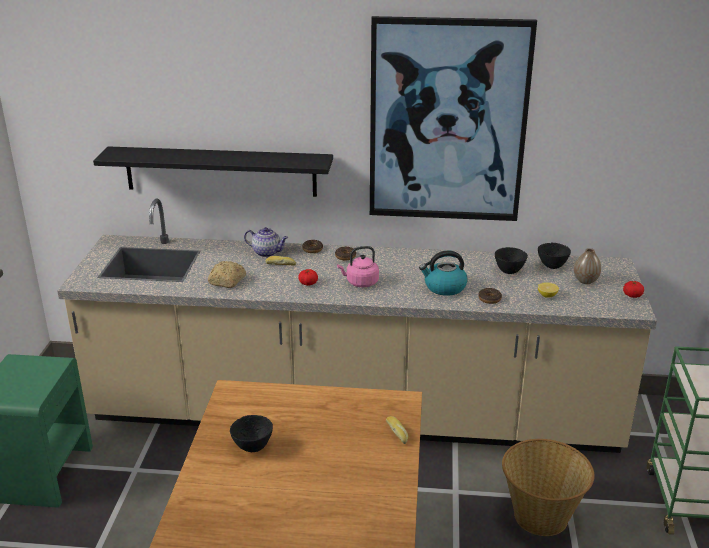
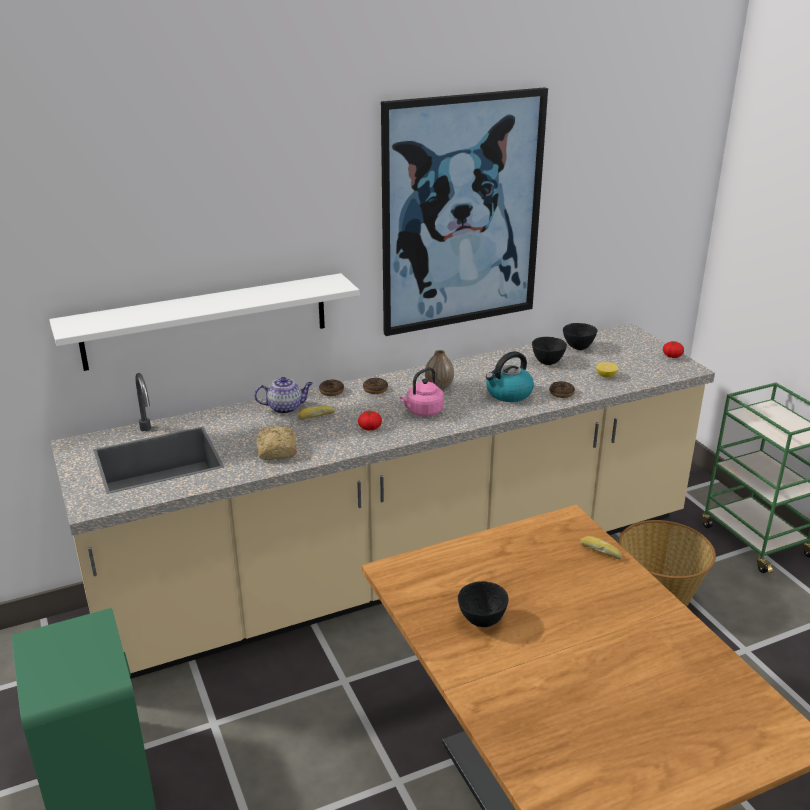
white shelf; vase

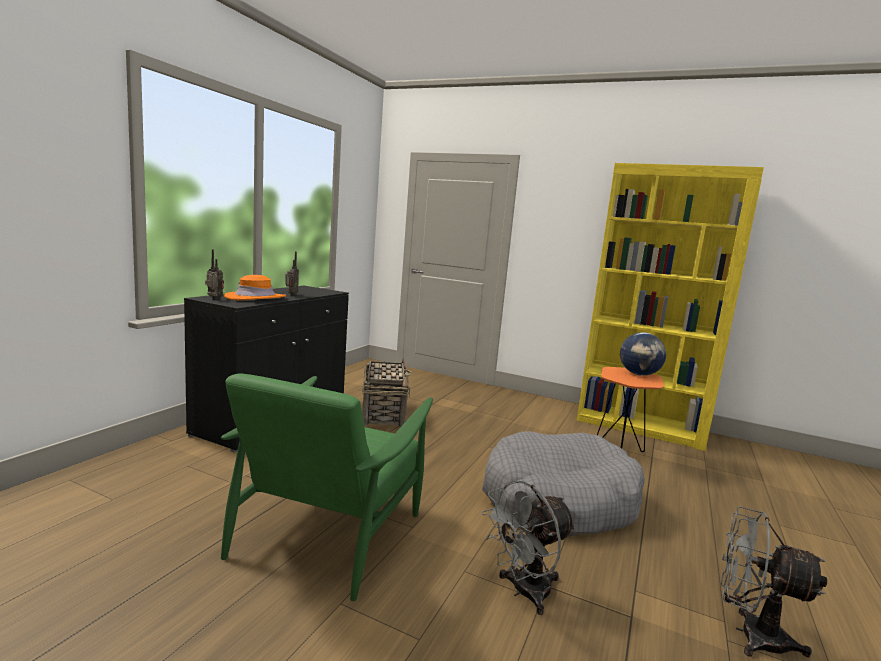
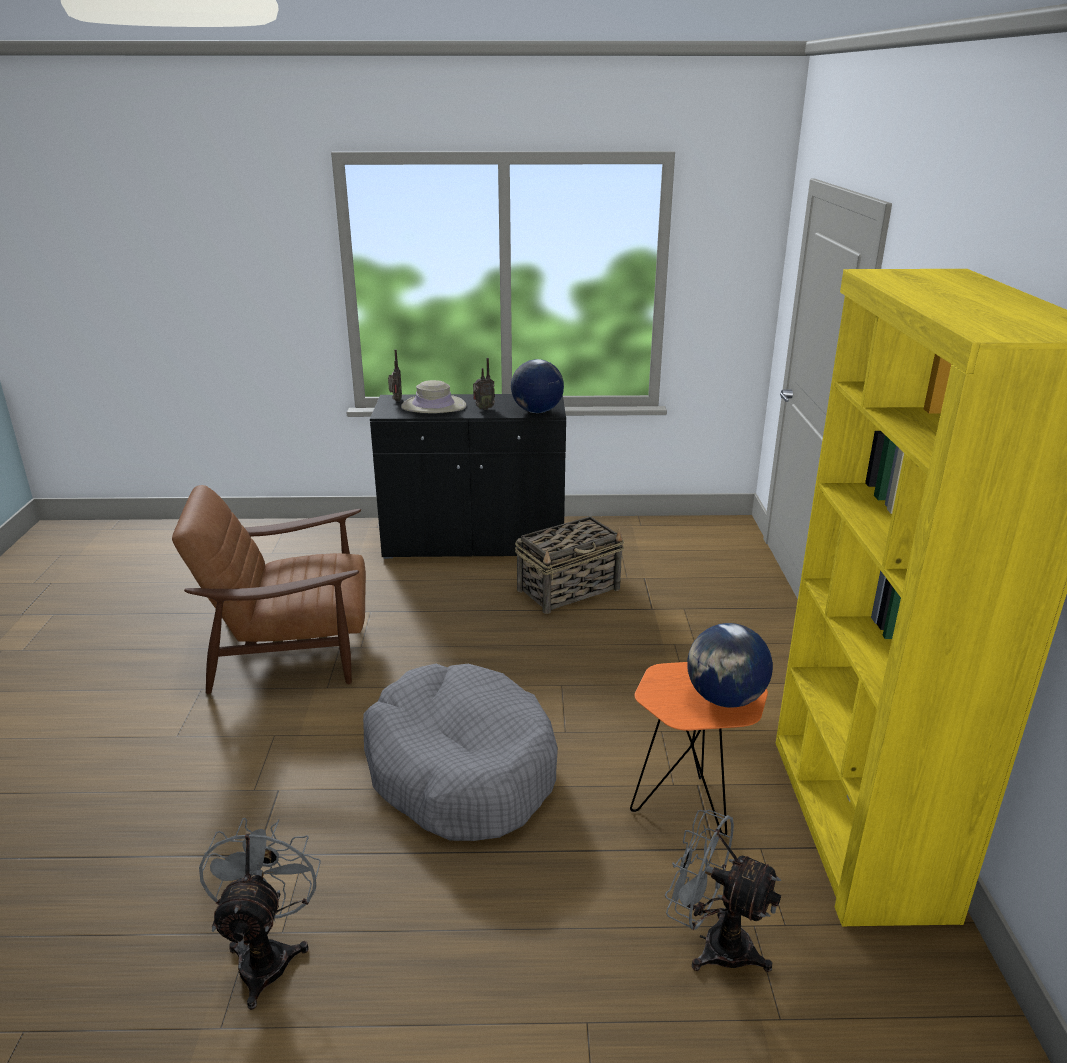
beige hat; brown armchair; grey fan (no. 2 from left); globe (no. 1 from left)

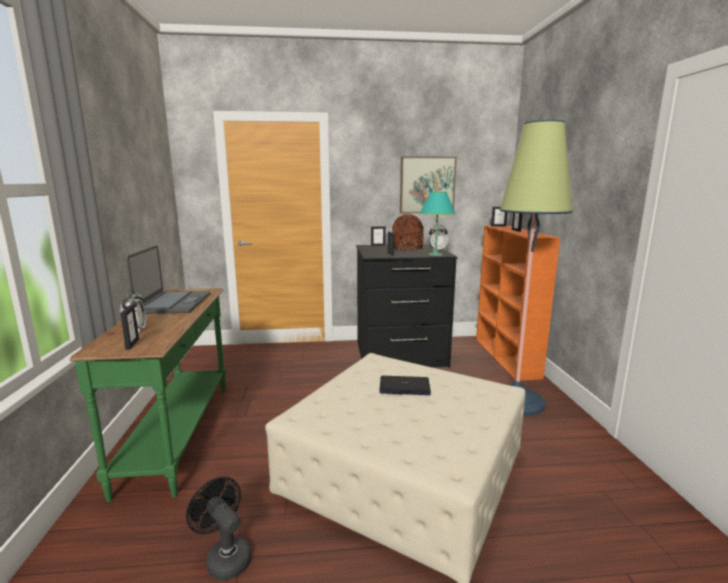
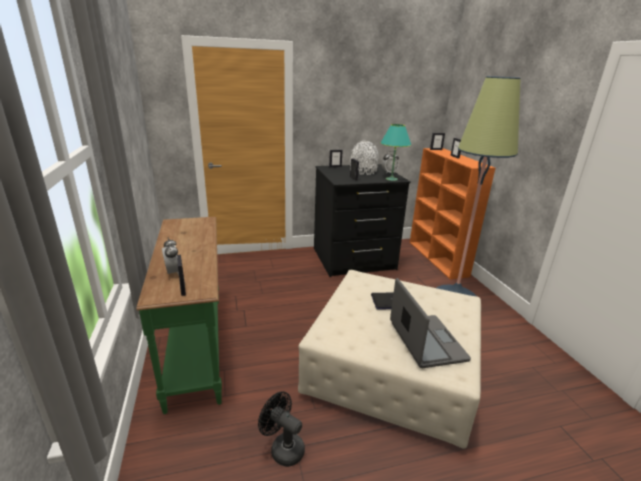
picture; white vase; laptop (no. 2 from left)

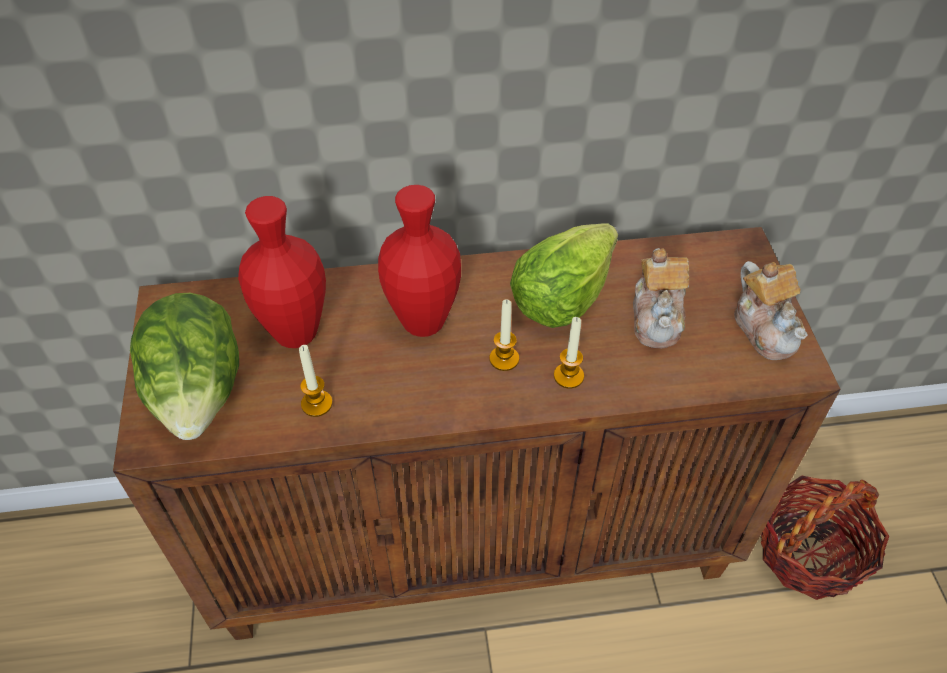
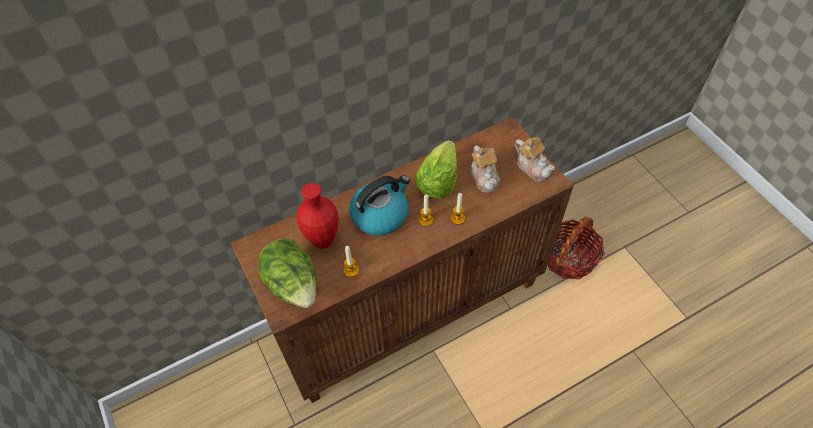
kettle

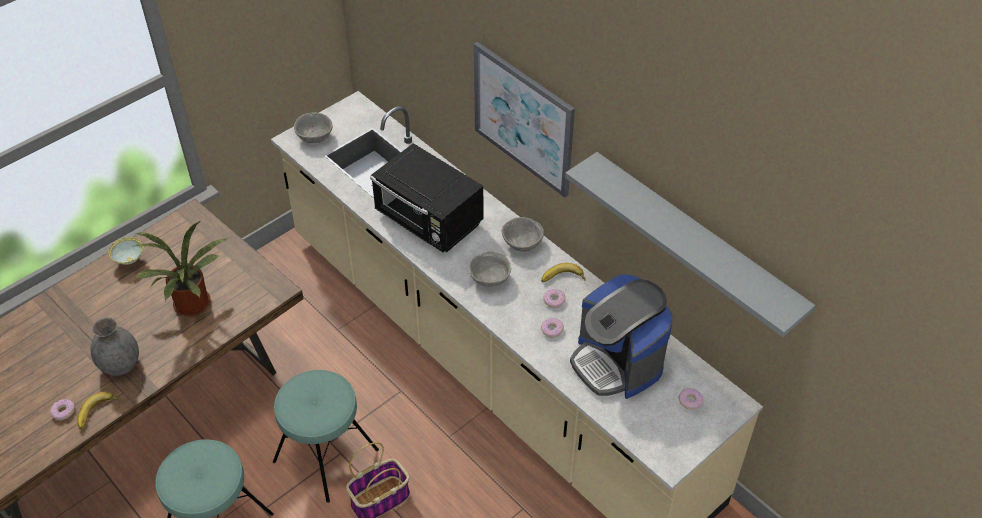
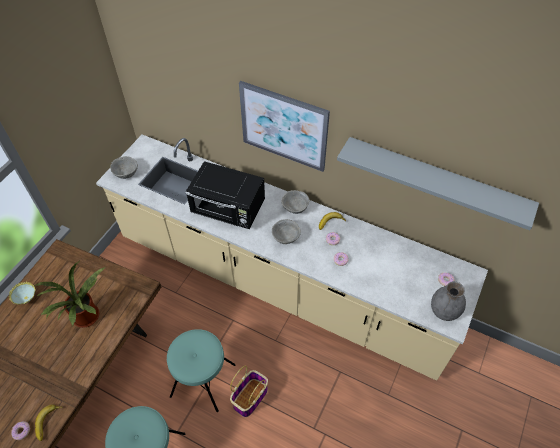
coffee machine; grey vase

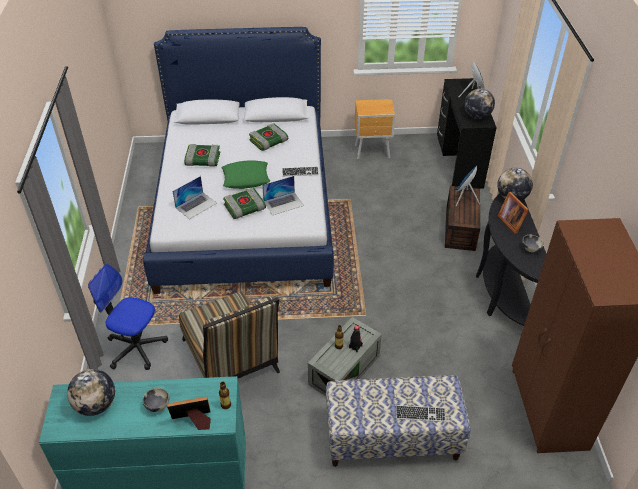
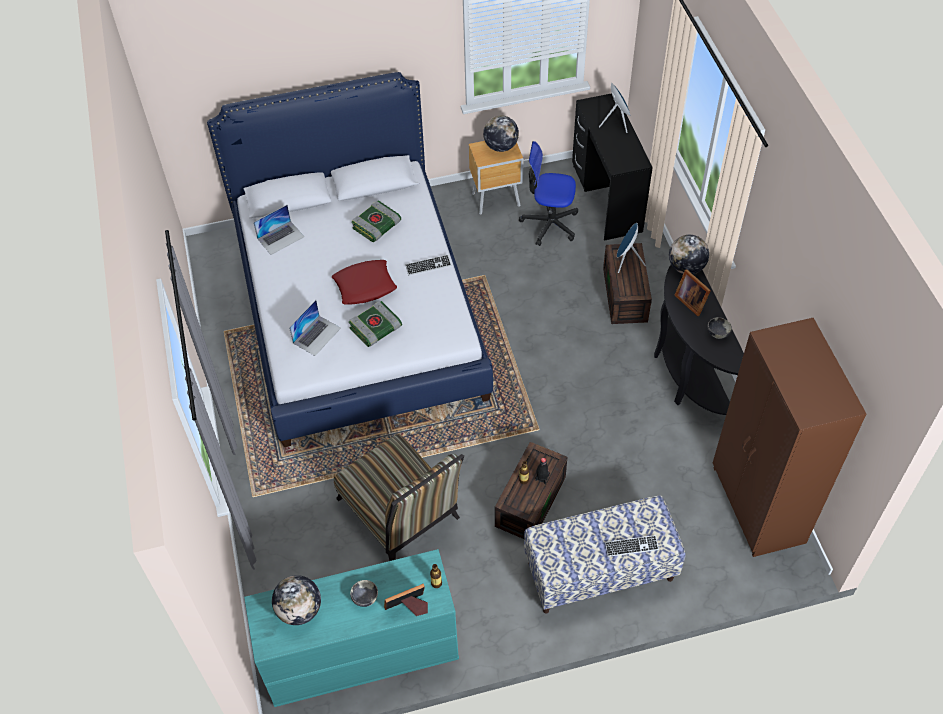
globe (no. 2 from left); book (no. 1 from left in the first image); red pillow; laptop (no. 1 from left); office chair; brown storage box (no. 1 from left)

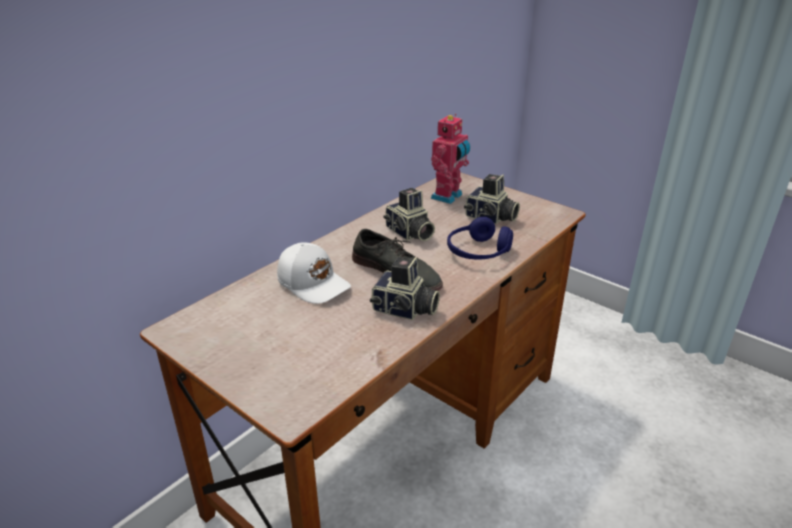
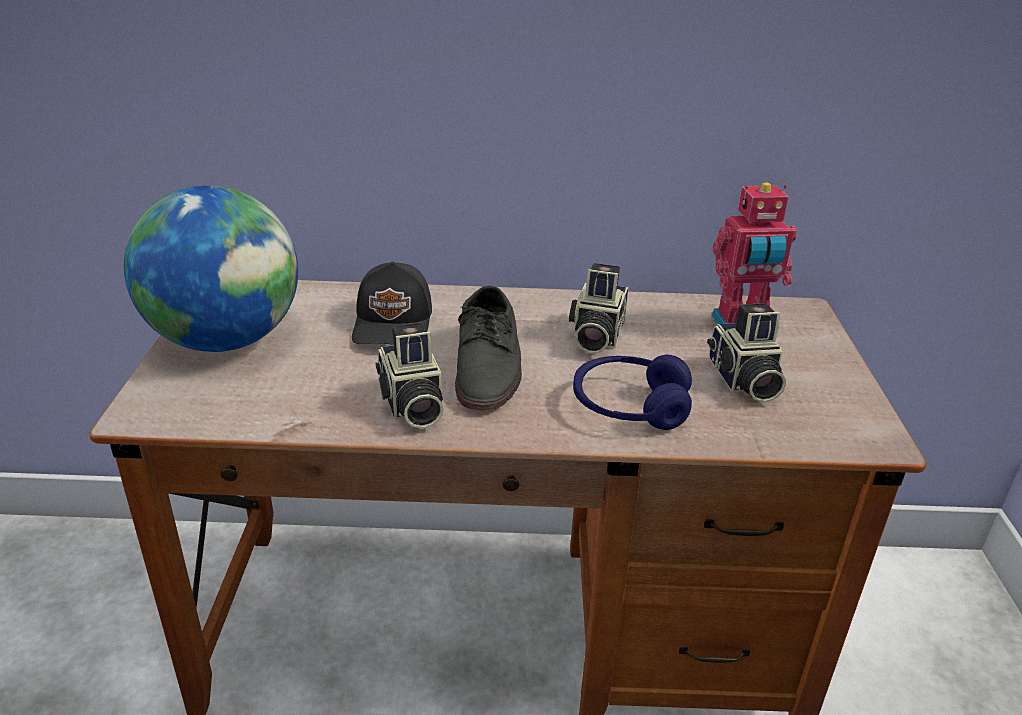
black cap; globe

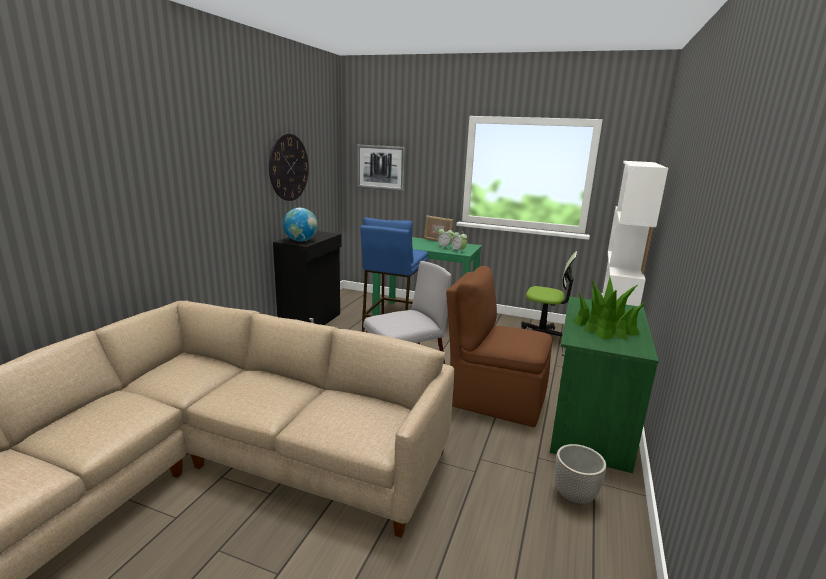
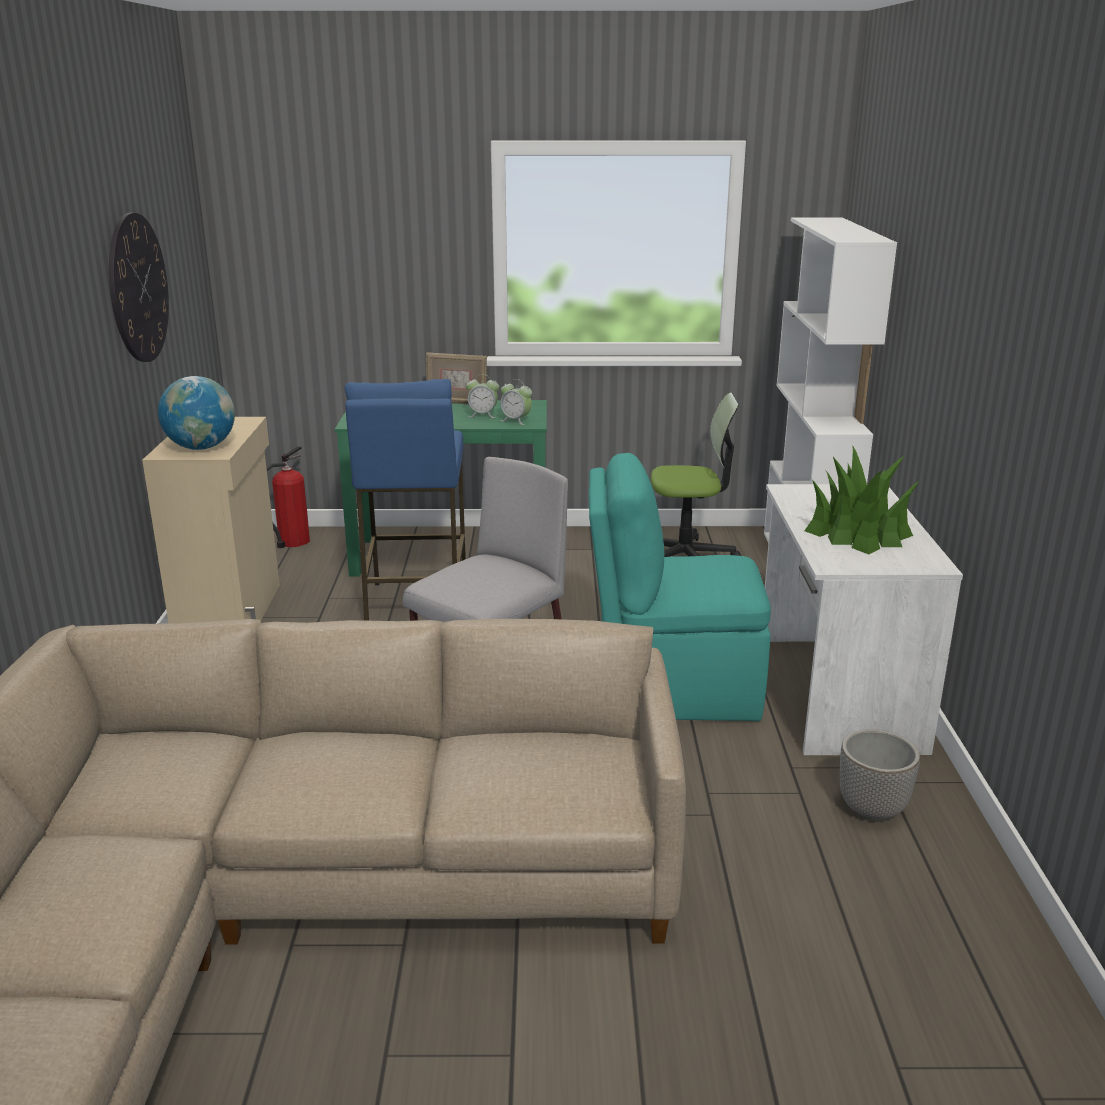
picture; beige cabinet; turquoise chair; white desk; fire extinguisher

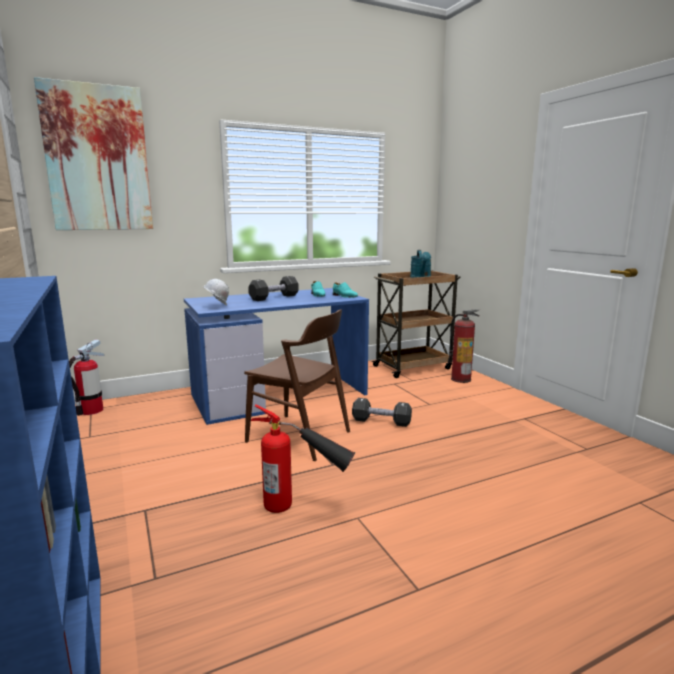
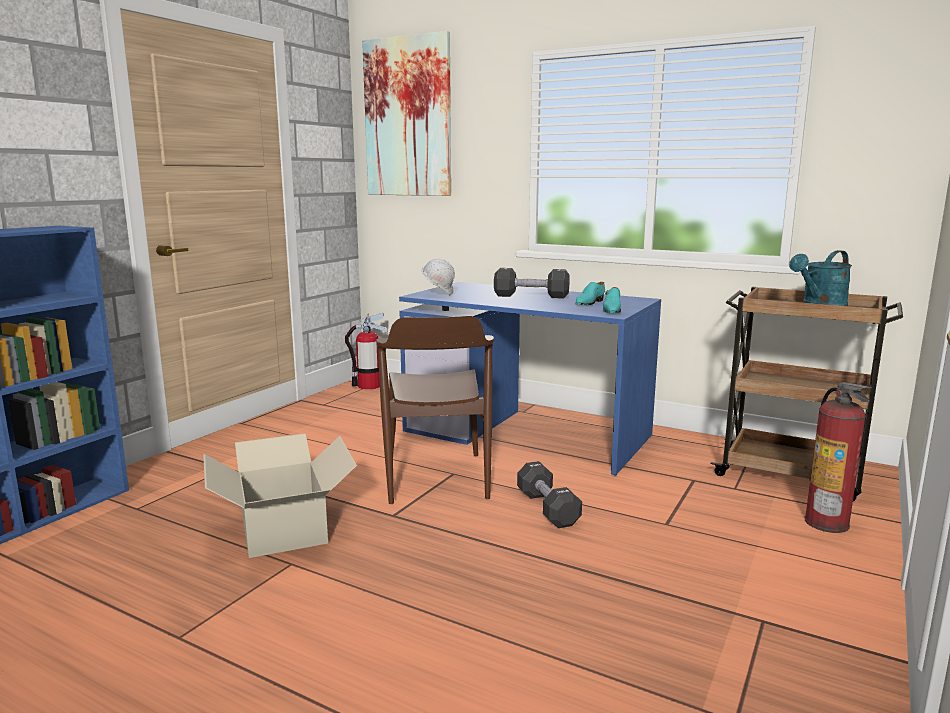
cardboard box

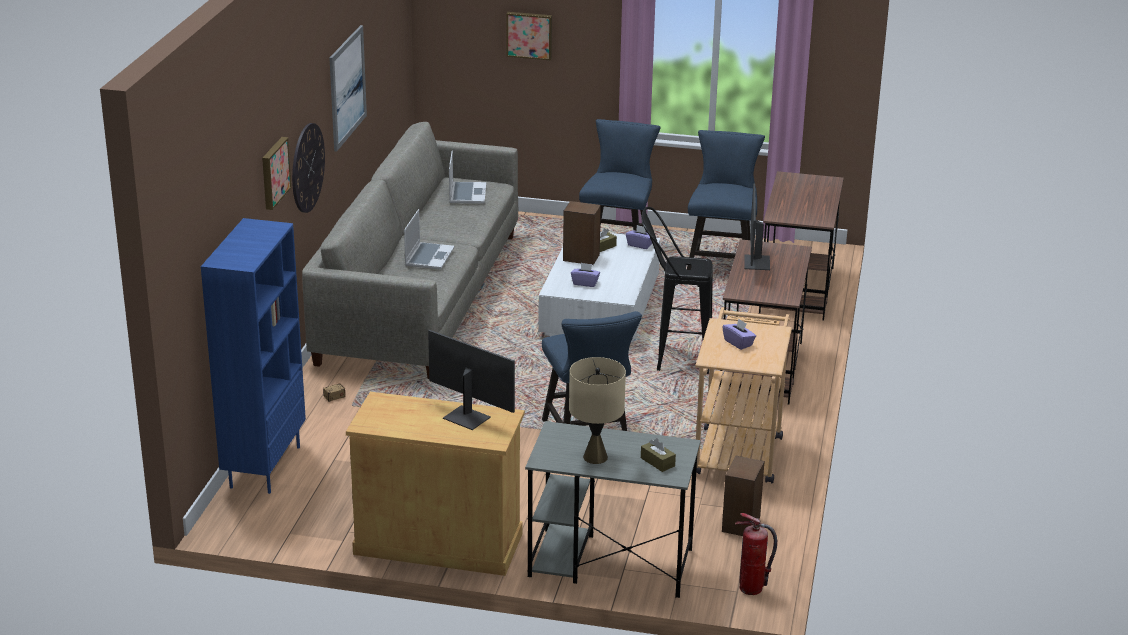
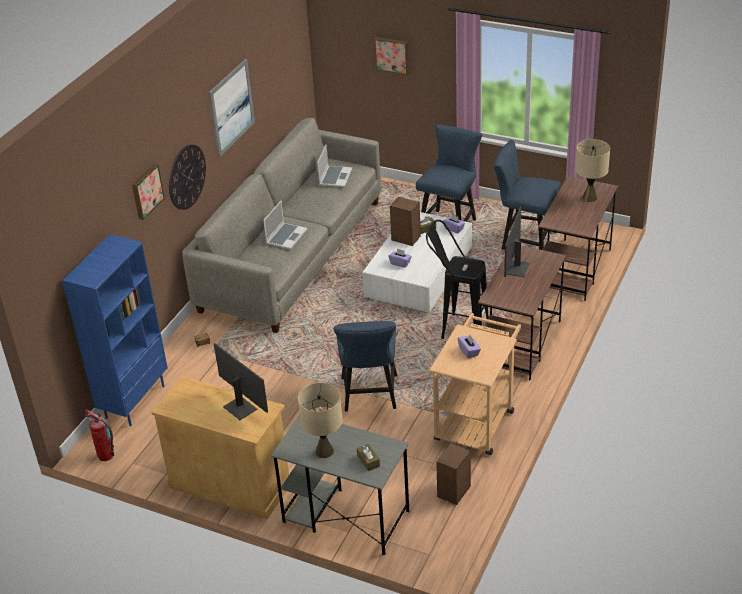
blue chair (no. 3 from left); fire extinguisher; beige table lamp (no. 2 from left)

